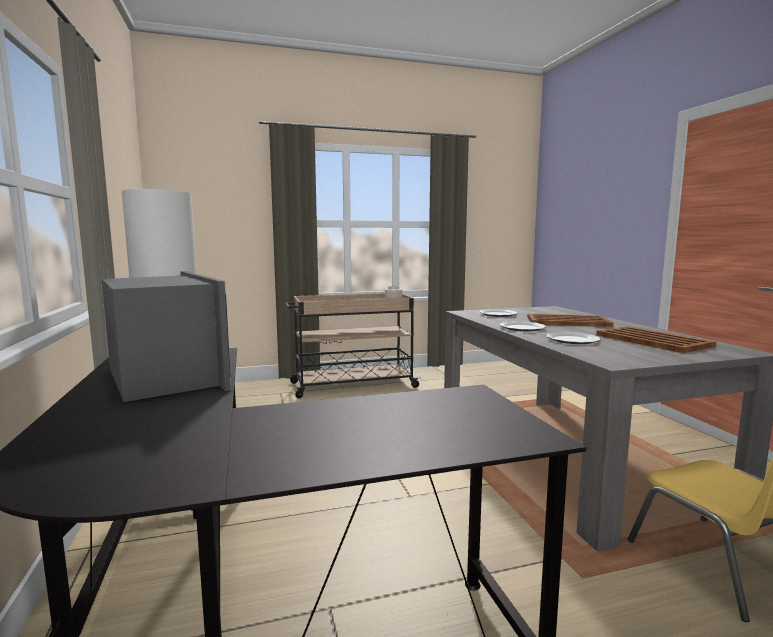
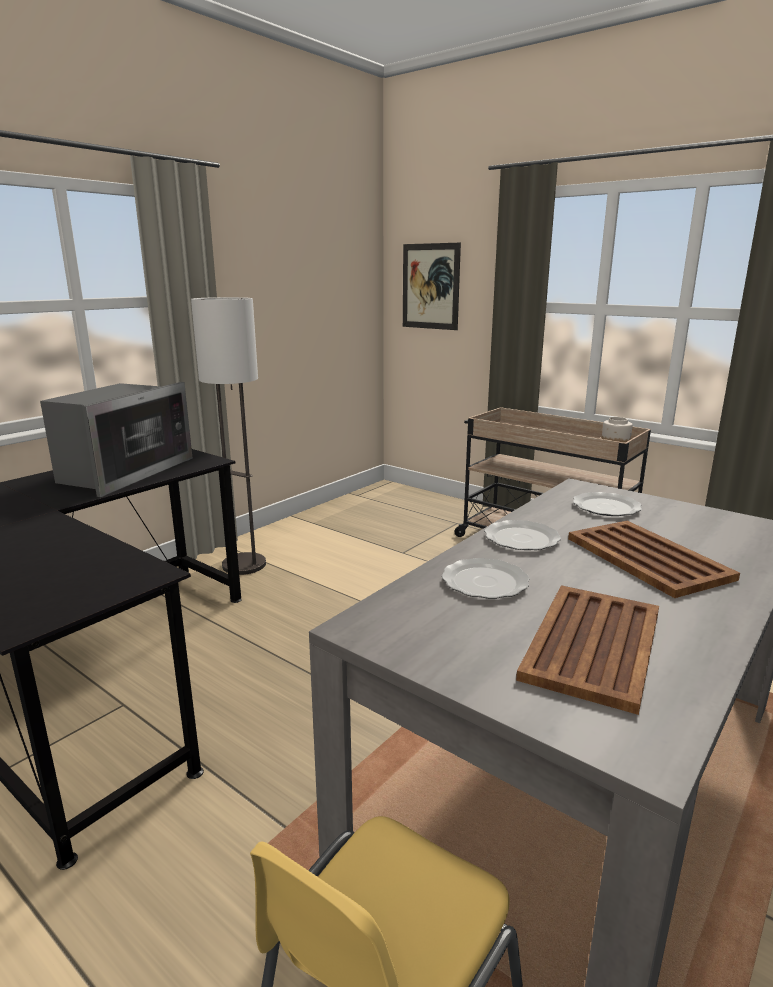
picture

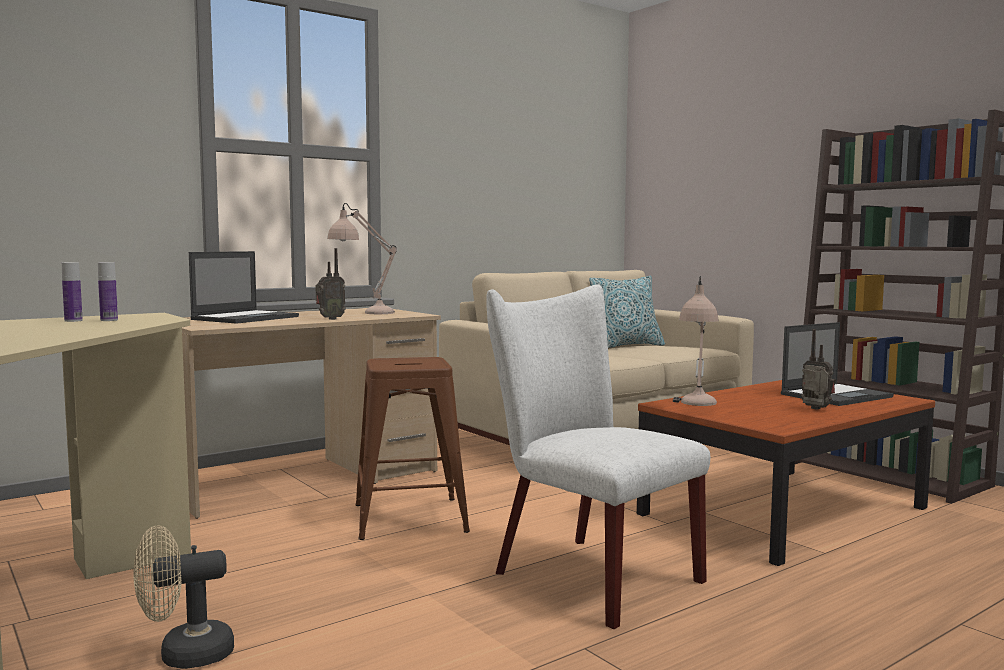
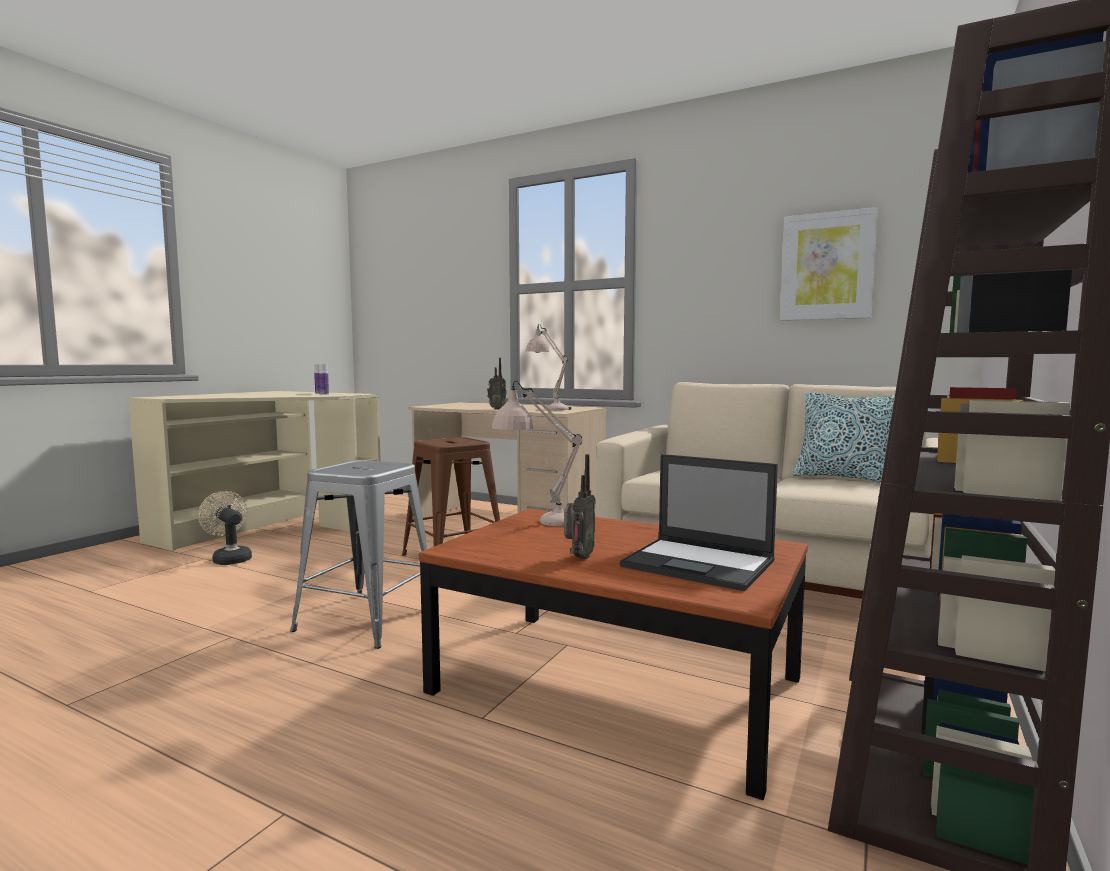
laptop (no. 1 from left in the first image); grey stool; picture

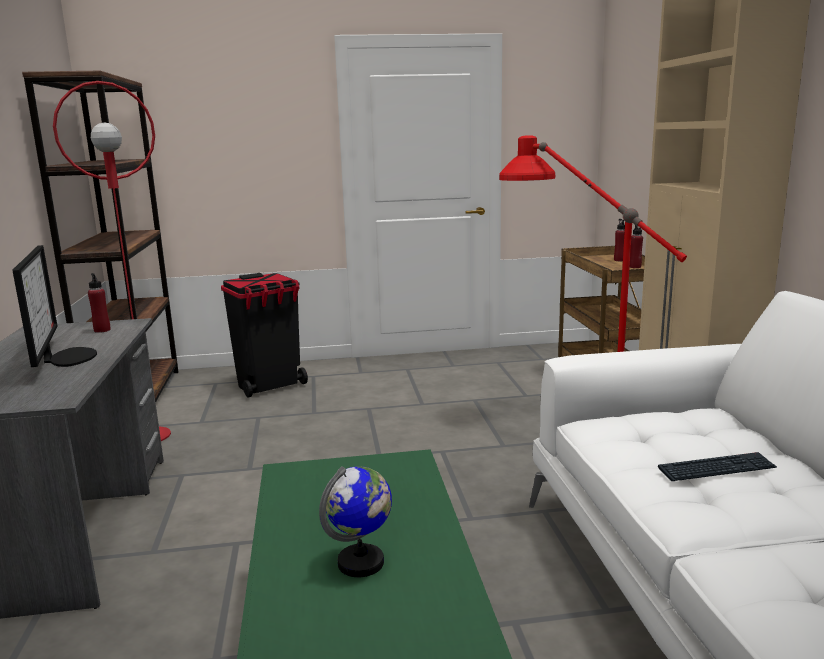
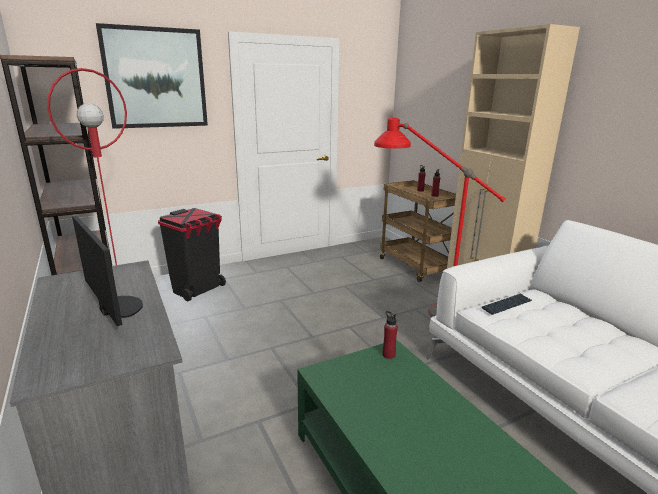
red bottle (no. 1 from left); keyboard; globe; picture

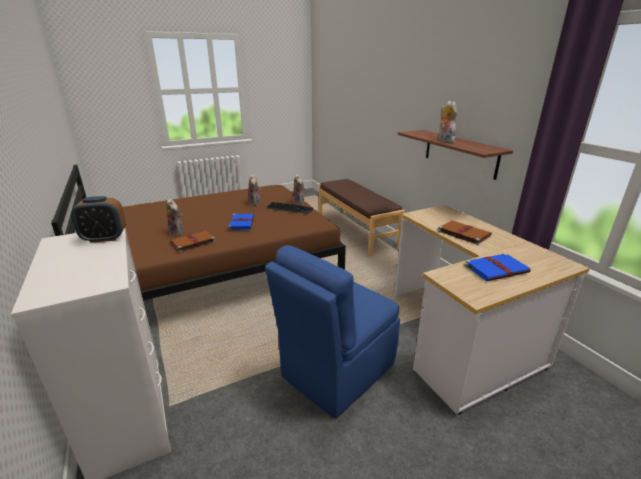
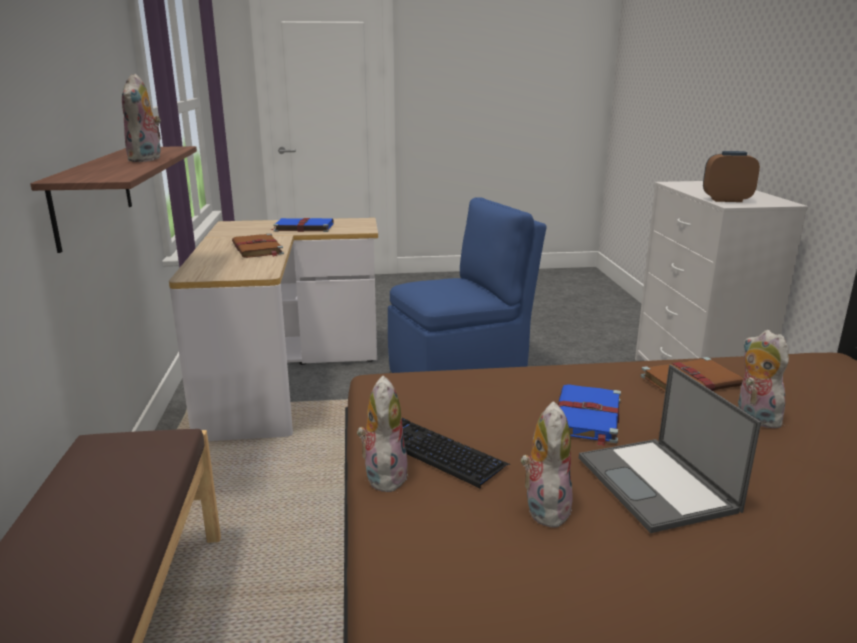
laptop

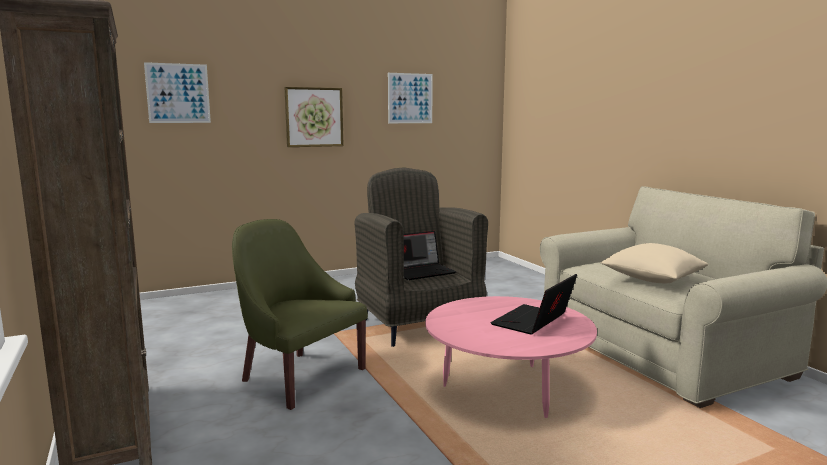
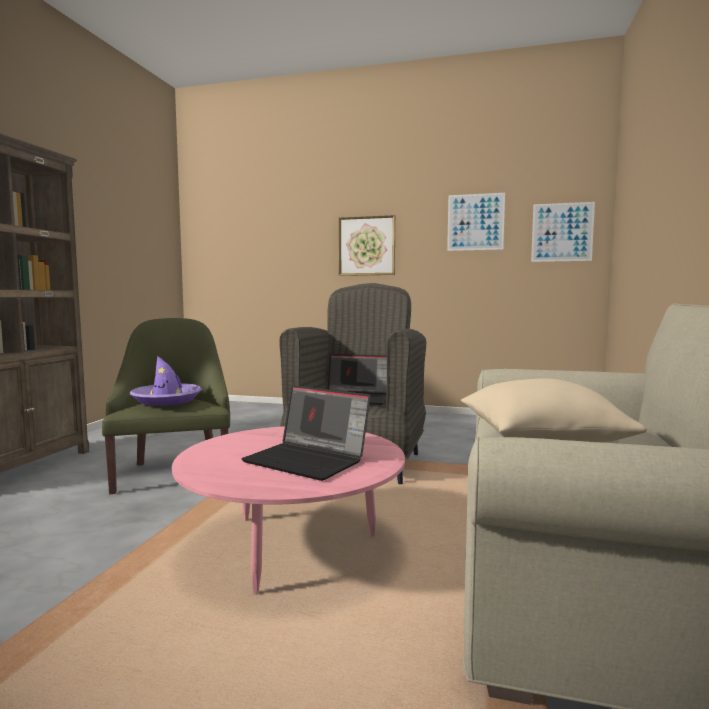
picture (no. 3 from left); laptop (no. 1 from left); purple hat

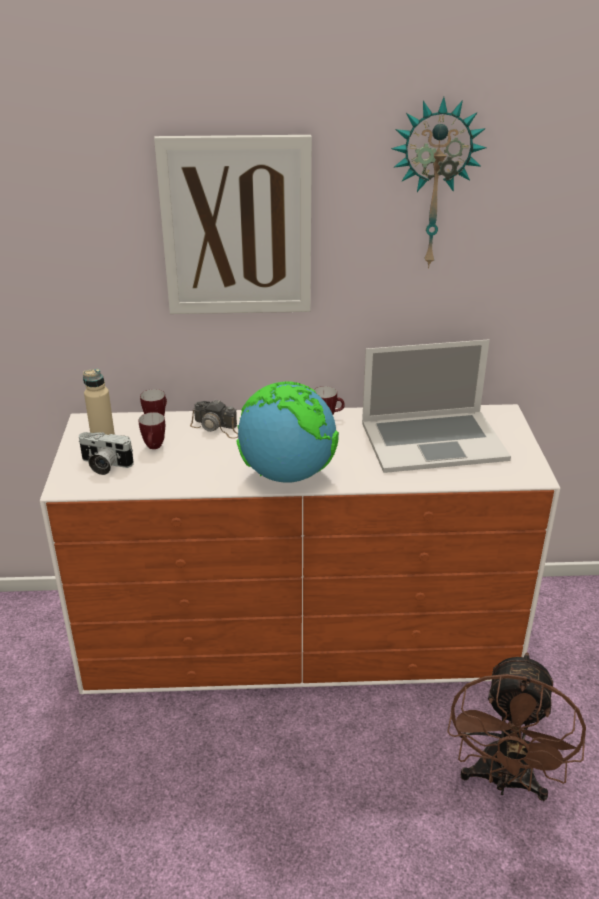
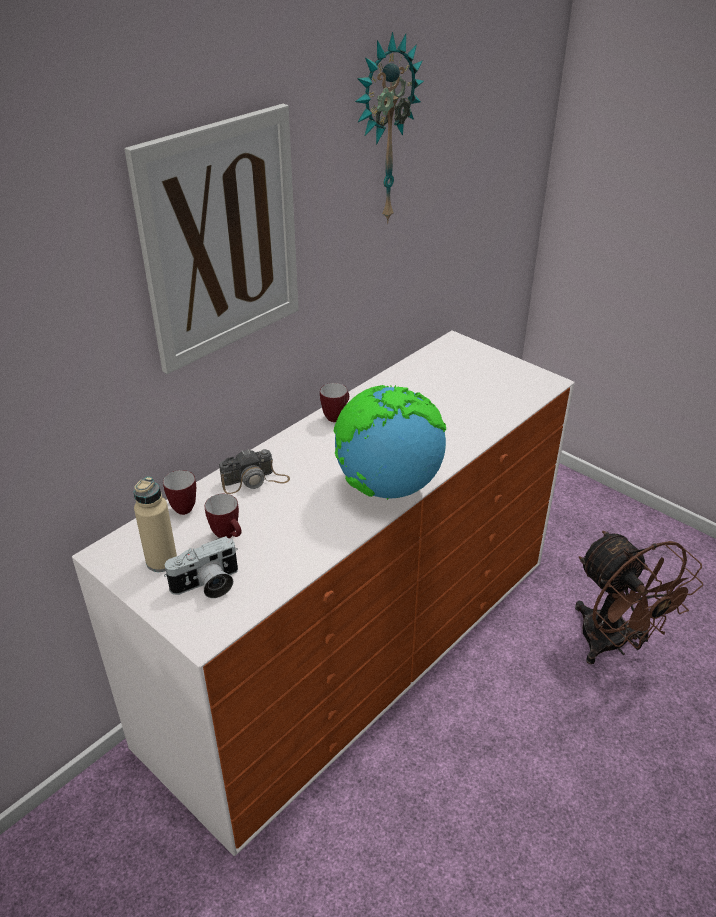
laptop

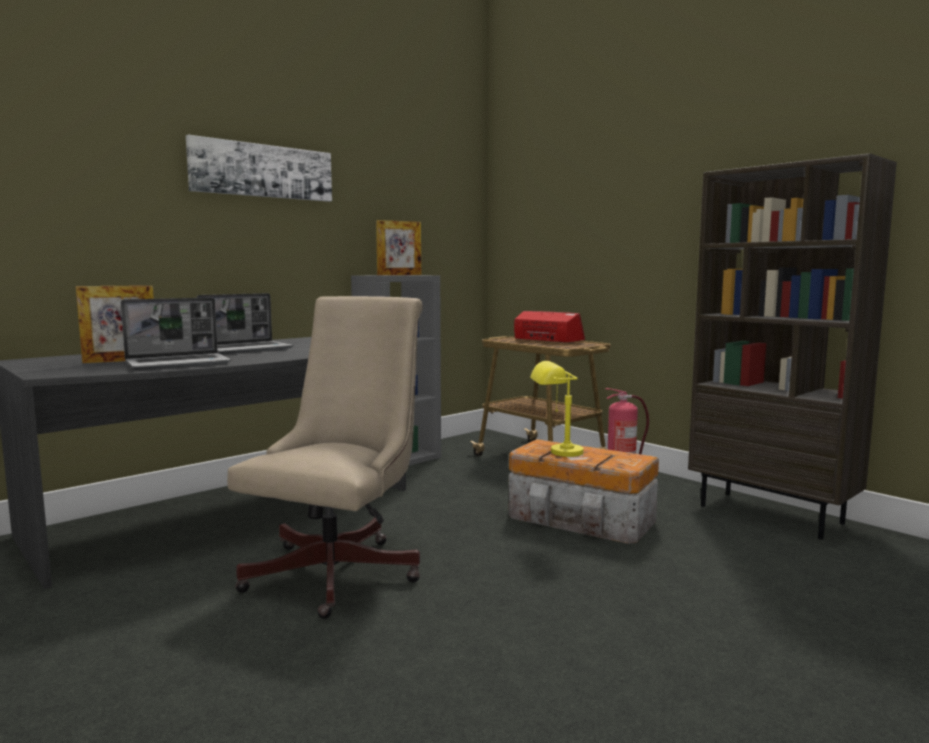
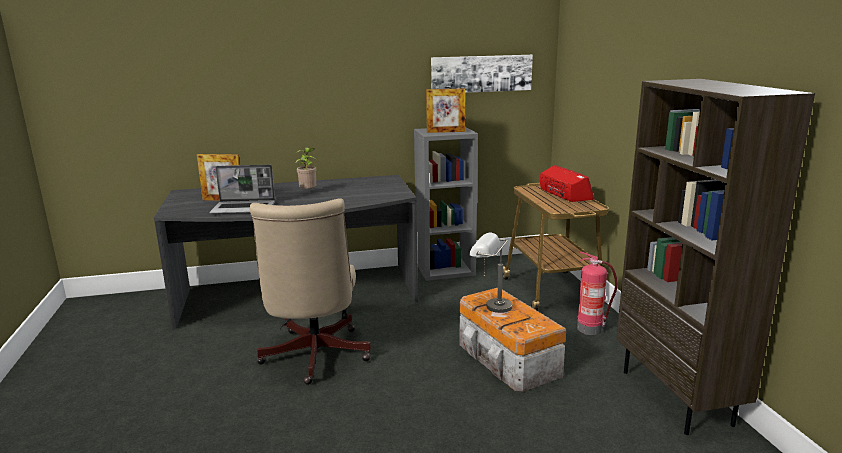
picture; potted plant; beige office chair; grey table lamp

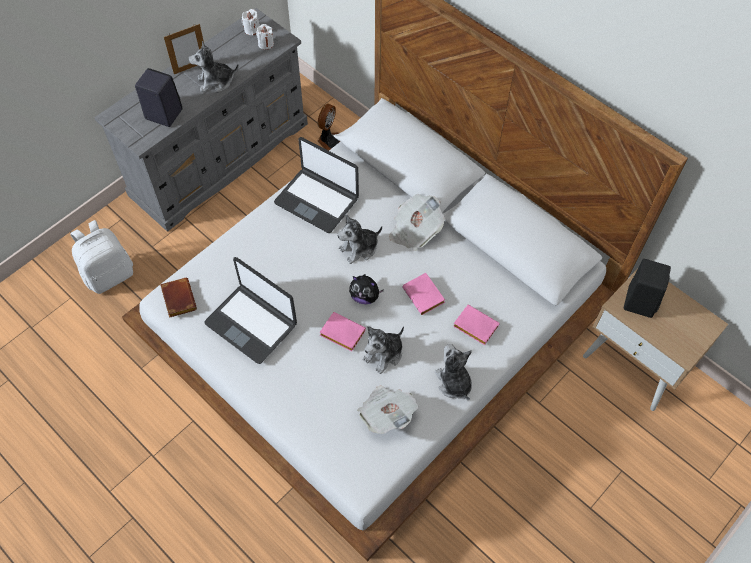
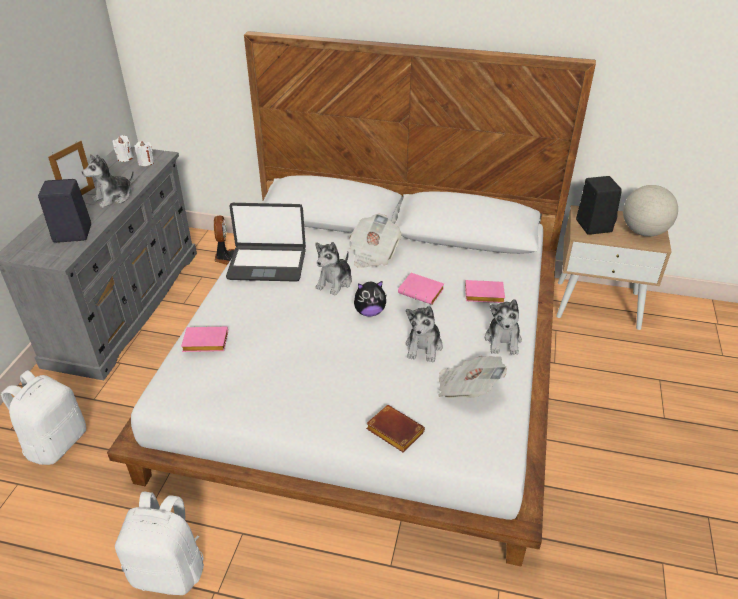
laptop (no. 1 from left in the first image); brown book; pink book (no. 1 from left); plush toy (no. 5 from left); globe; white backpack (no. 2 from left)

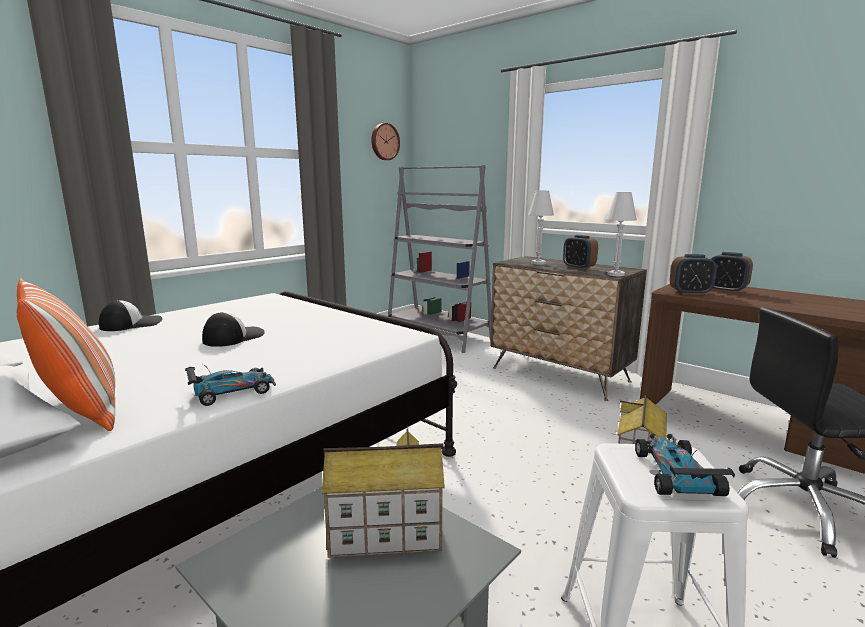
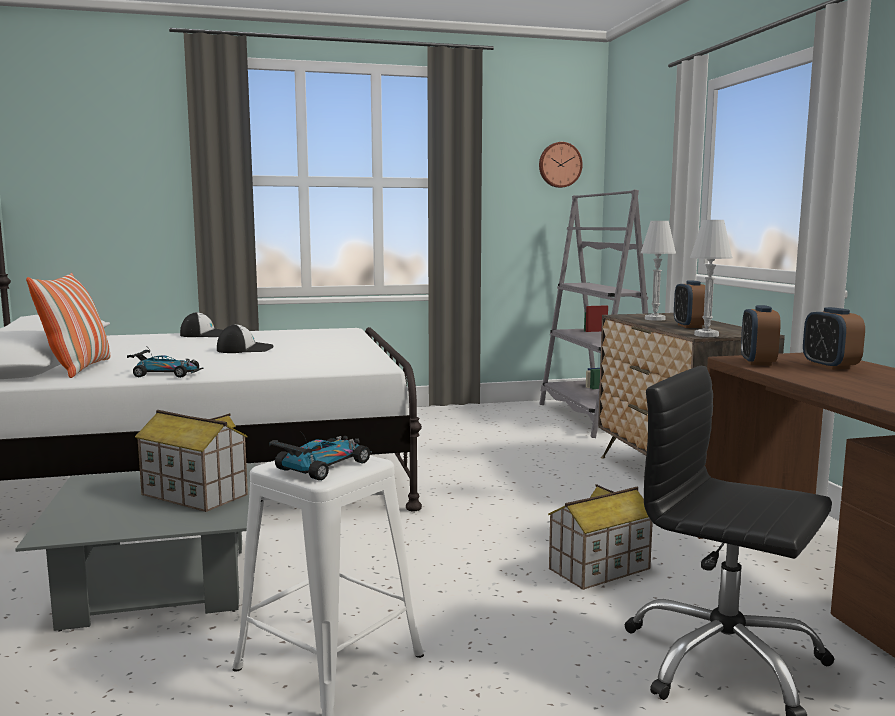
alarm clock (no. 2 from left)

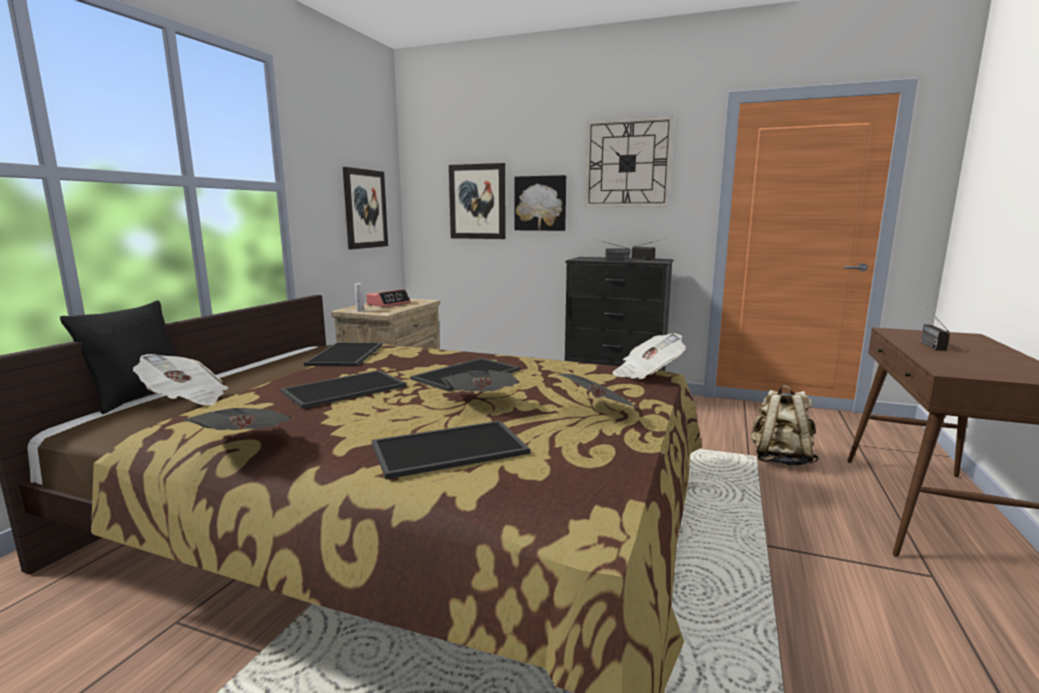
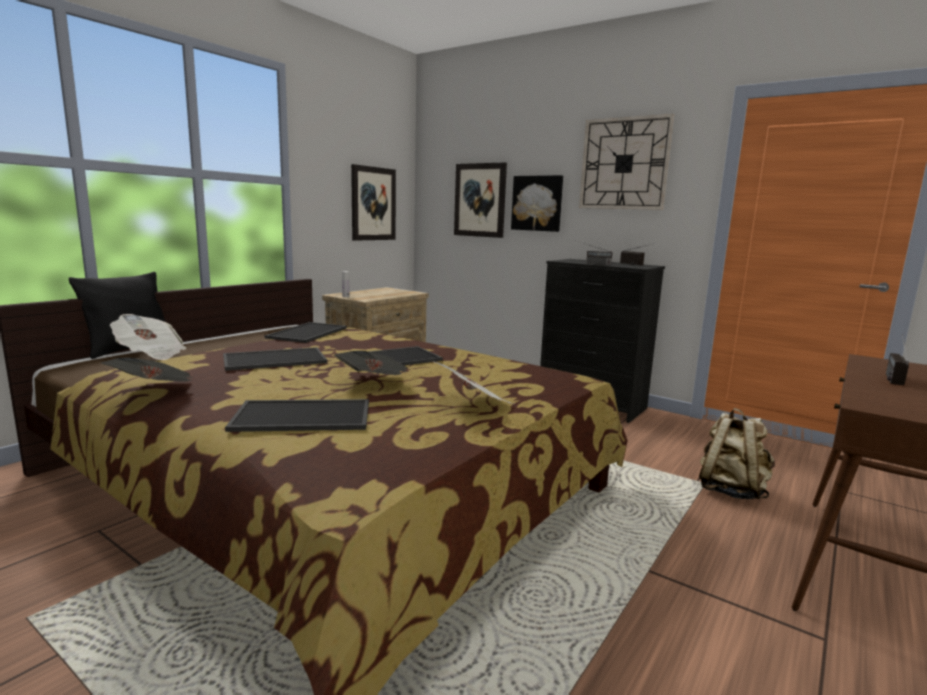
alarm clock; newspaper (no. 5 from left in the first image)

